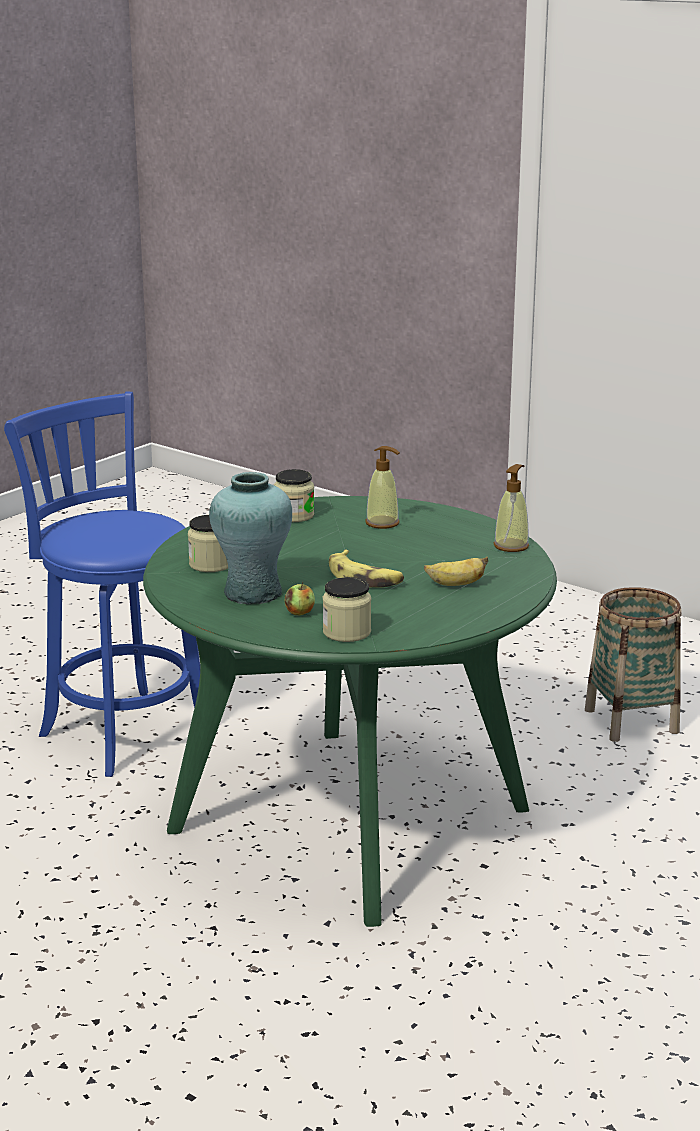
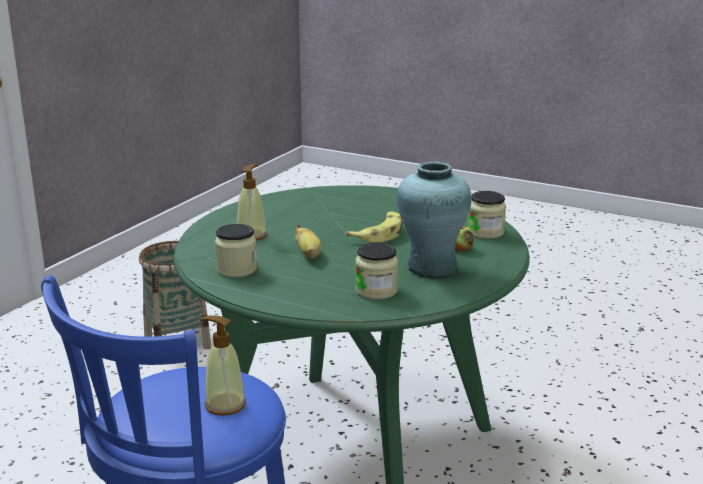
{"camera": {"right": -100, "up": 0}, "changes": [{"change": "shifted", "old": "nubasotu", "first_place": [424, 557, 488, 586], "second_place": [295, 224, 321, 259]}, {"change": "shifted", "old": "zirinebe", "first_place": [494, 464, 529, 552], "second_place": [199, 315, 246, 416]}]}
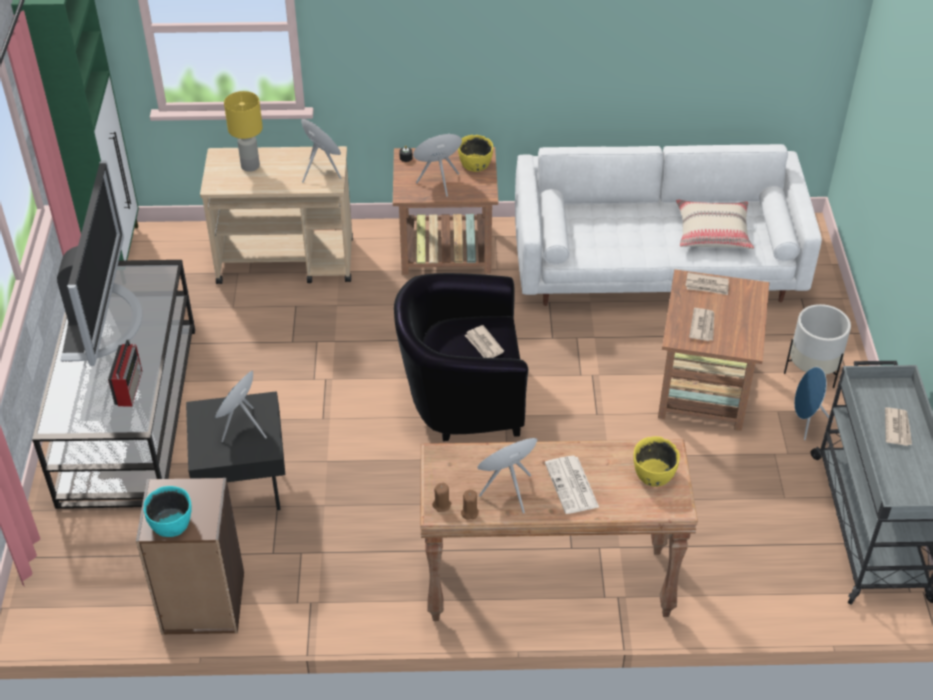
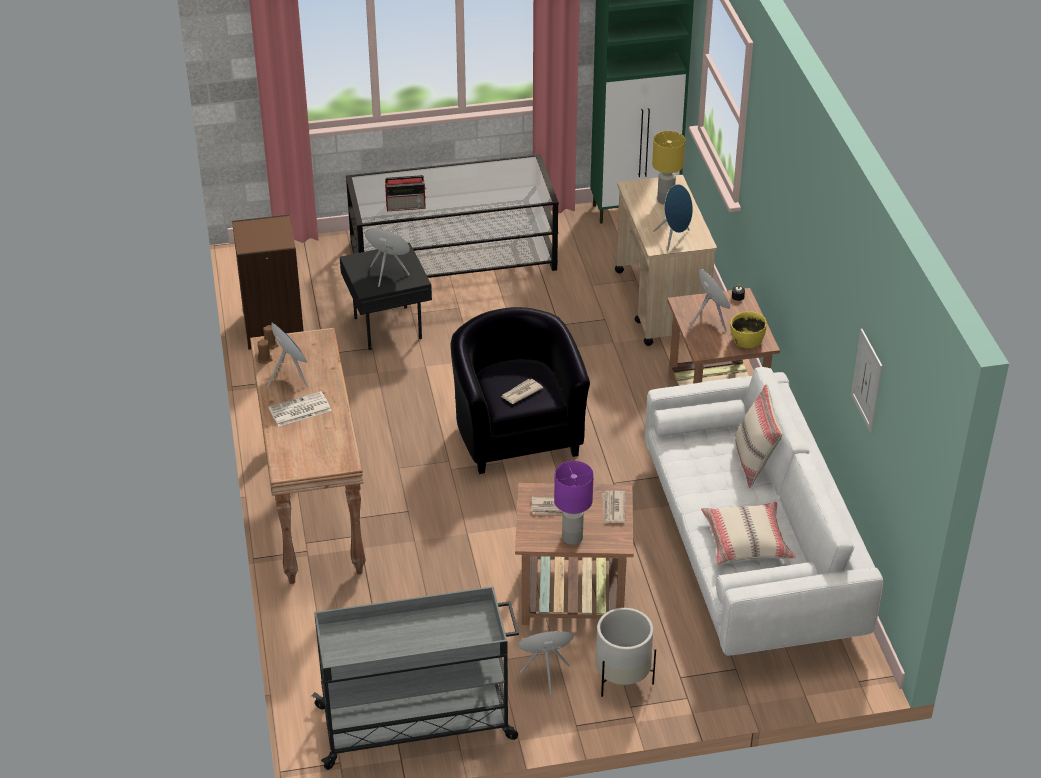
{"camera": {"right": 80, "up": -5}, "changes": [{"change": "gone", "old": "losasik", "first_place": [57, 161, 142, 366]}, {"change": "gone", "old": "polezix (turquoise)", "first_place": [143, 486, 192, 537]}, {"change": "gone", "old": "polezix (yellow)", "first_place": [633, 436, 680, 487]}, {"change": "gone", "old": "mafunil", "first_place": [885, 407, 912, 446]}, {"change": "new", "new": "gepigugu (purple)", "second_place": [554, 461, 594, 545]}, {"change": "new", "new": "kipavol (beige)", "second_place": [735, 384, 783, 488]}, {"change": "new", "new": "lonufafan", "second_place": [851, 329, 882, 433]}]}
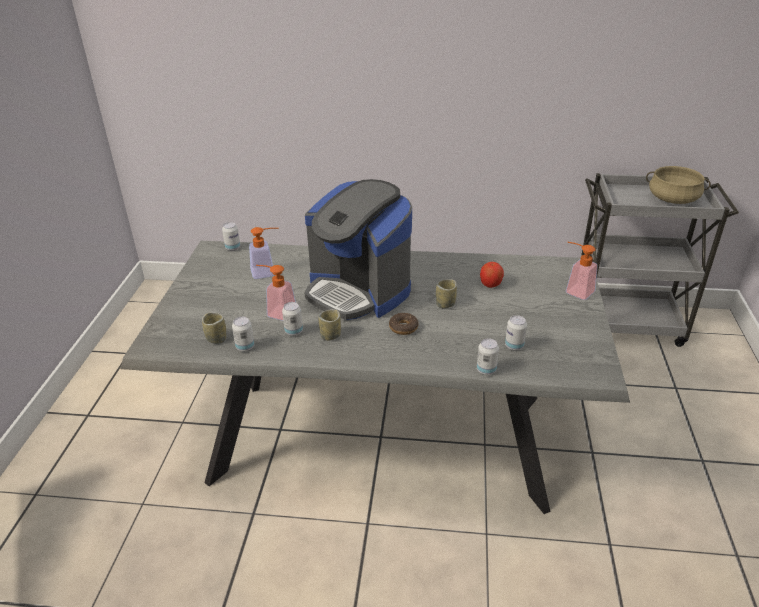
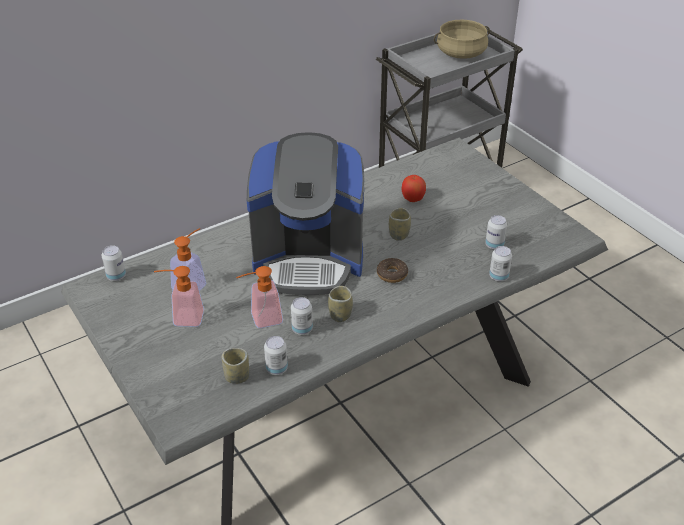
{"camera": {"right": -40, "up": 5}, "changes": [{"change": "shifted", "old": "zirinebe", "first_place": [566, 242, 598, 300], "second_place": [154, 266, 204, 327]}]}
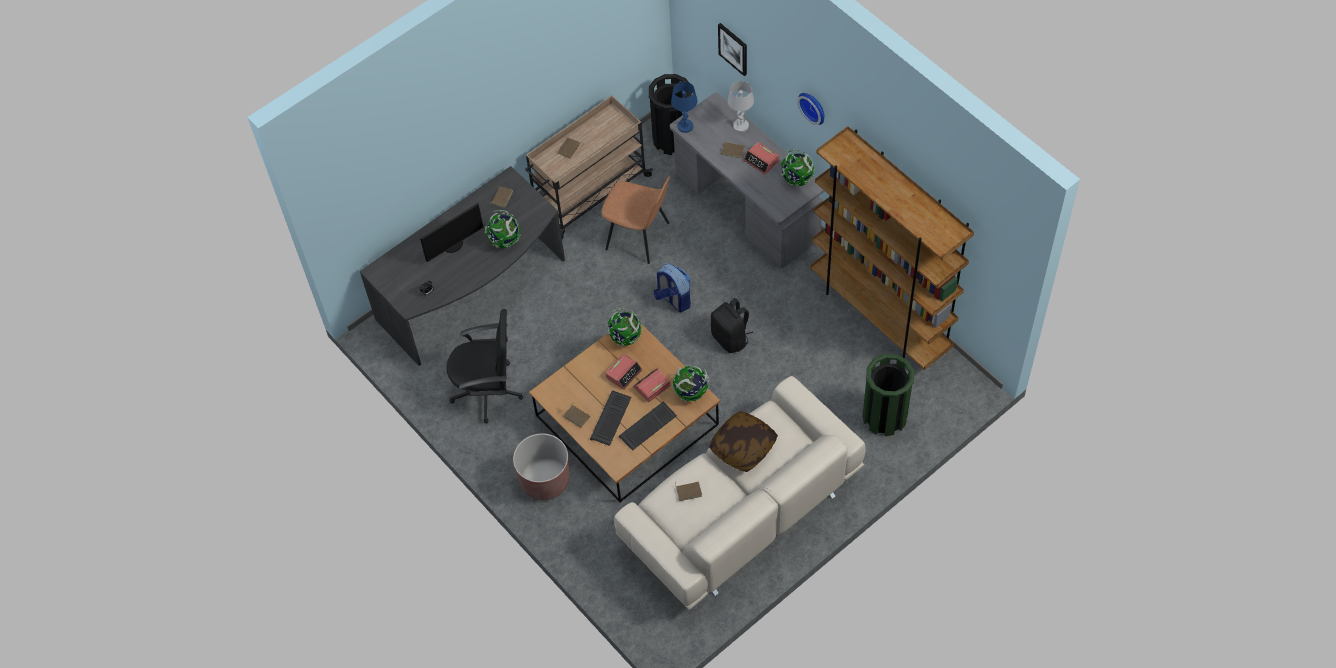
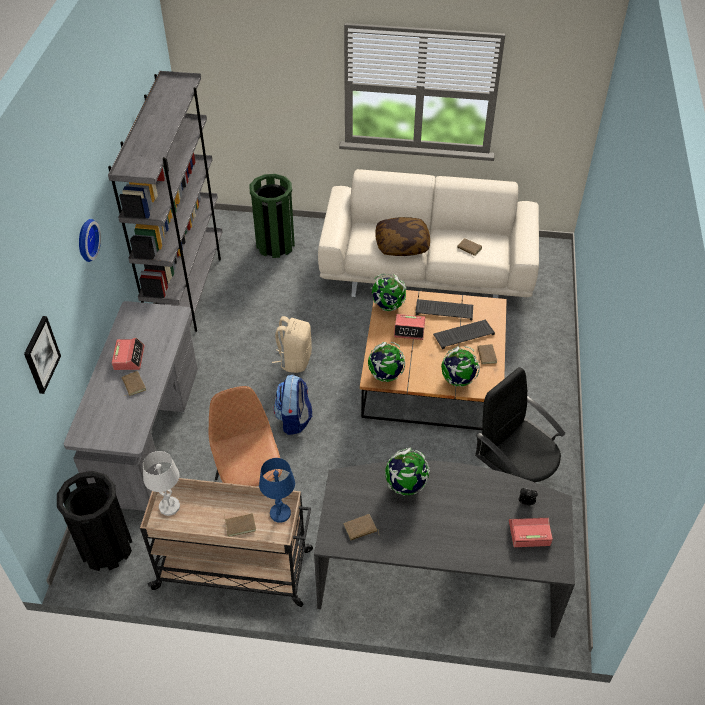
{"camera": {"right": -135, "up": -10}, "changes": [{"change": "gone", "old": "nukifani", "first_place": [420, 203, 483, 262]}, {"change": "gone", "old": "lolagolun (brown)", "first_place": [513, 433, 570, 500]}, {"change": "shifted", "old": "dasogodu", "first_place": [605, 354, 642, 390], "second_place": [509, 518, 553, 547]}, {"change": "shifted", "old": "gepigugu (blue)", "first_place": [671, 82, 698, 133], "second_place": [259, 458, 295, 523]}, {"change": "shifted", "old": "gepigugu (white)", "first_place": [728, 81, 754, 132], "second_place": [143, 451, 180, 516]}, {"change": "shifted", "old": "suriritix", "first_place": [781, 149, 815, 187], "second_place": [441, 346, 480, 387]}, {"change": "repainted", "old": "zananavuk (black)", "new": "zananavuk (beige)", "first_place": [711, 298, 753, 353], "second_place": [272, 316, 312, 373]}, {"change": "repainted", "old": "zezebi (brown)", "new": "zezebi (grey)", "first_place": [811, 126, 974, 370], "second_place": [108, 71, 223, 332]}]}
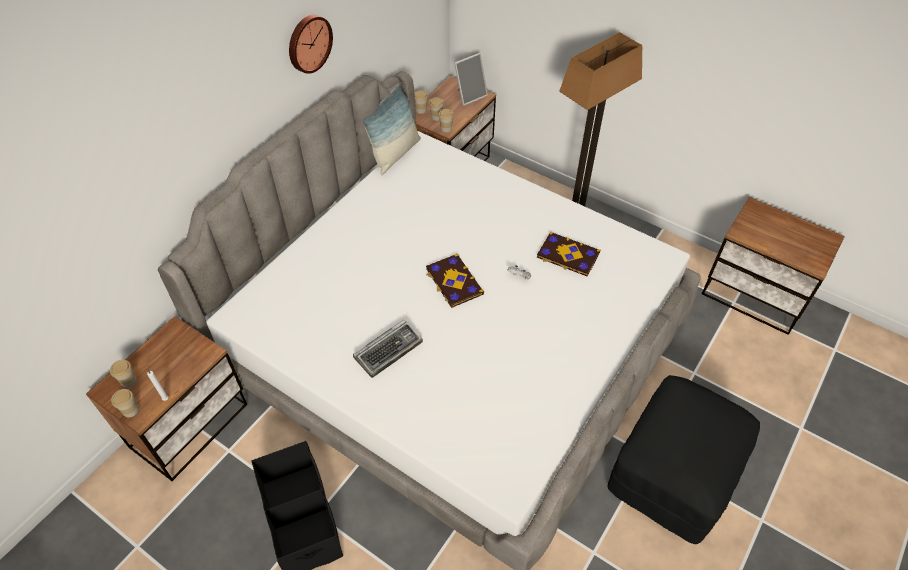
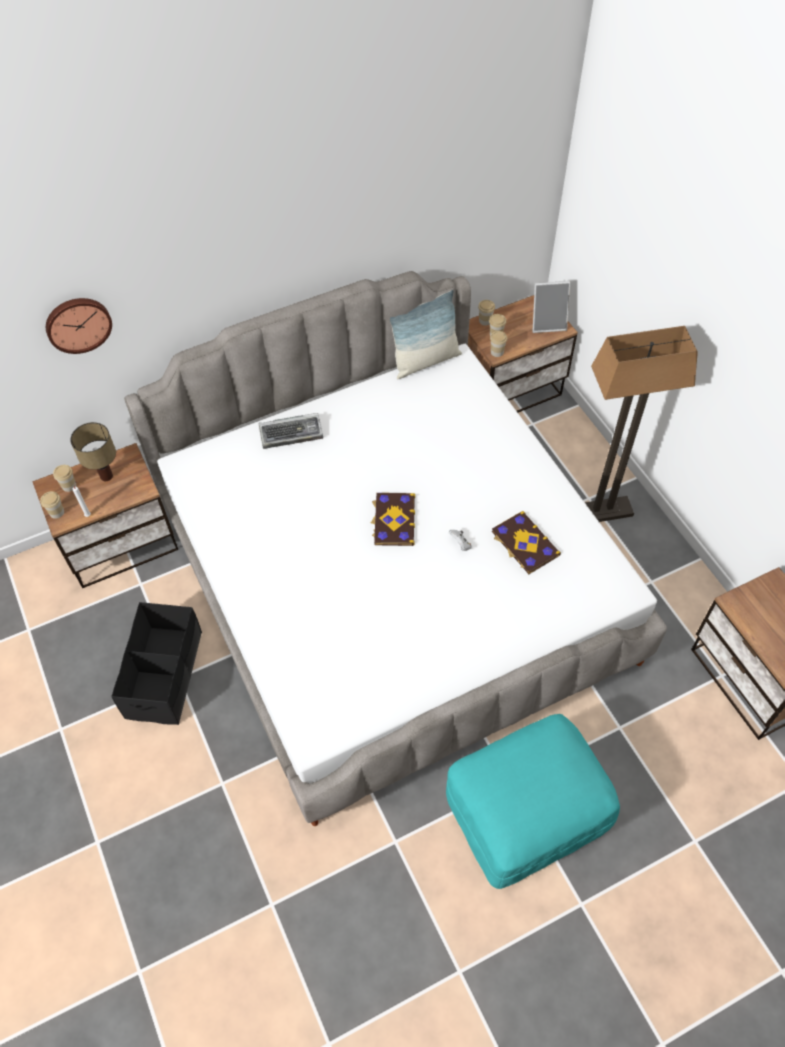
{"camera": {"right": 30, "up": 5}, "changes": [{"change": "new", "new": "gepigugu", "second_place": [70, 422, 116, 481]}, {"change": "shifted", "old": "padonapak", "first_place": [289, 15, 333, 74], "second_place": [46, 298, 112, 354]}, {"change": "shifted", "old": "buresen", "first_place": [353, 320, 423, 378], "second_place": [259, 413, 323, 449]}, {"change": "repainted", "old": "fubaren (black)", "new": "fubaren (turquoise)", "first_place": [608, 375, 760, 544], "second_place": [446, 714, 620, 889]}]}
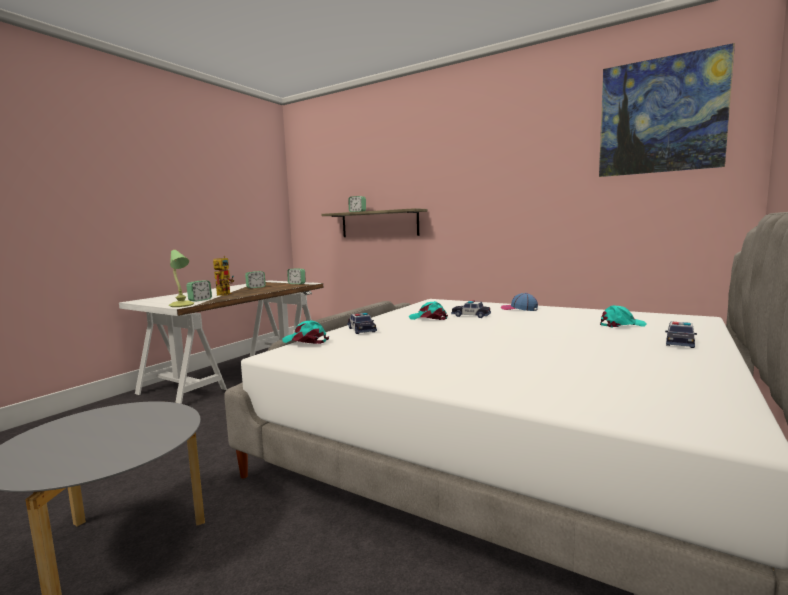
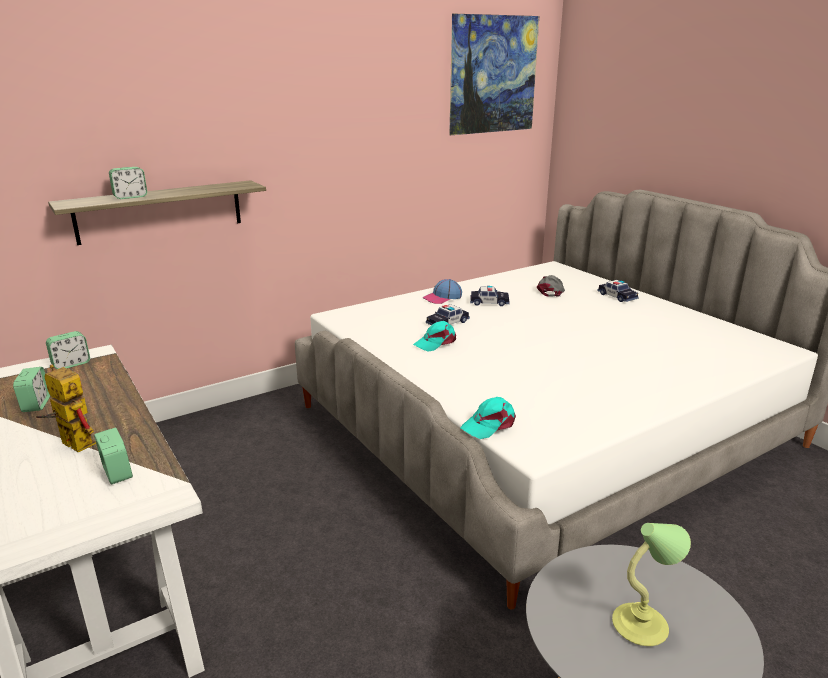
{"camera": {"right": -65, "up": 15}, "changes": [{"change": "shifted", "old": "gepigugu", "first_place": [169, 250, 194, 307], "second_place": [612, 523, 691, 646]}, {"change": "shifted", "old": "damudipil", "first_place": [348, 313, 377, 334], "second_place": [470, 286, 510, 306]}, {"change": "repainted", "old": "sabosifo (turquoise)", "new": "sabosifo (grey)", "first_place": [600, 305, 647, 327], "second_place": [537, 275, 565, 297]}]}
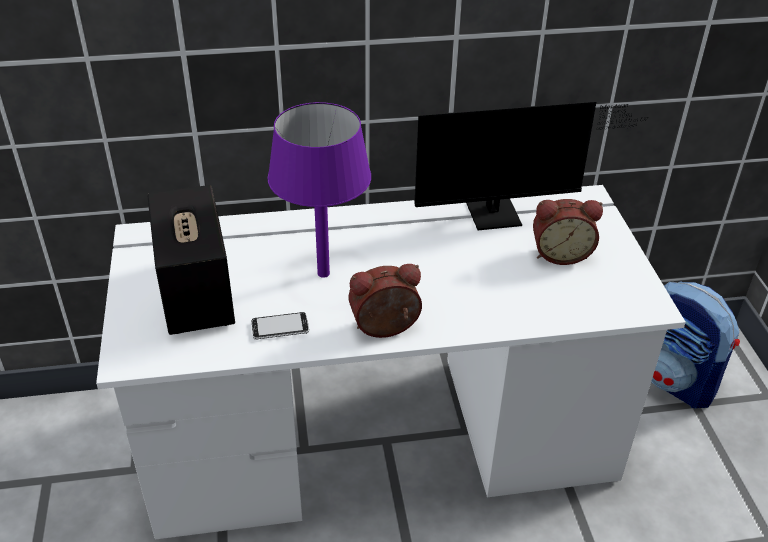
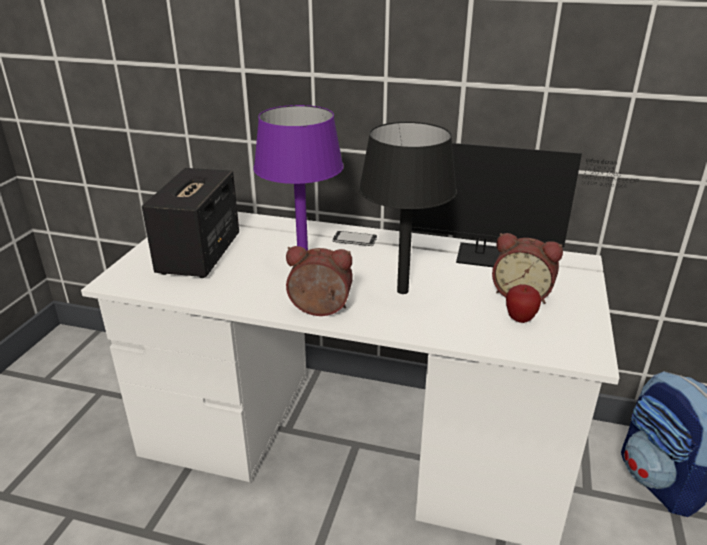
{"camera": {"right": 25, "up": -10}, "changes": [{"change": "new", "new": "gepigugu (black)", "second_place": [359, 122, 457, 294]}, {"change": "new", "new": "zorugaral", "second_place": [506, 284, 542, 323]}, {"change": "shifted", "old": "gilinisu", "first_place": [251, 312, 309, 340], "second_place": [332, 231, 377, 246]}]}
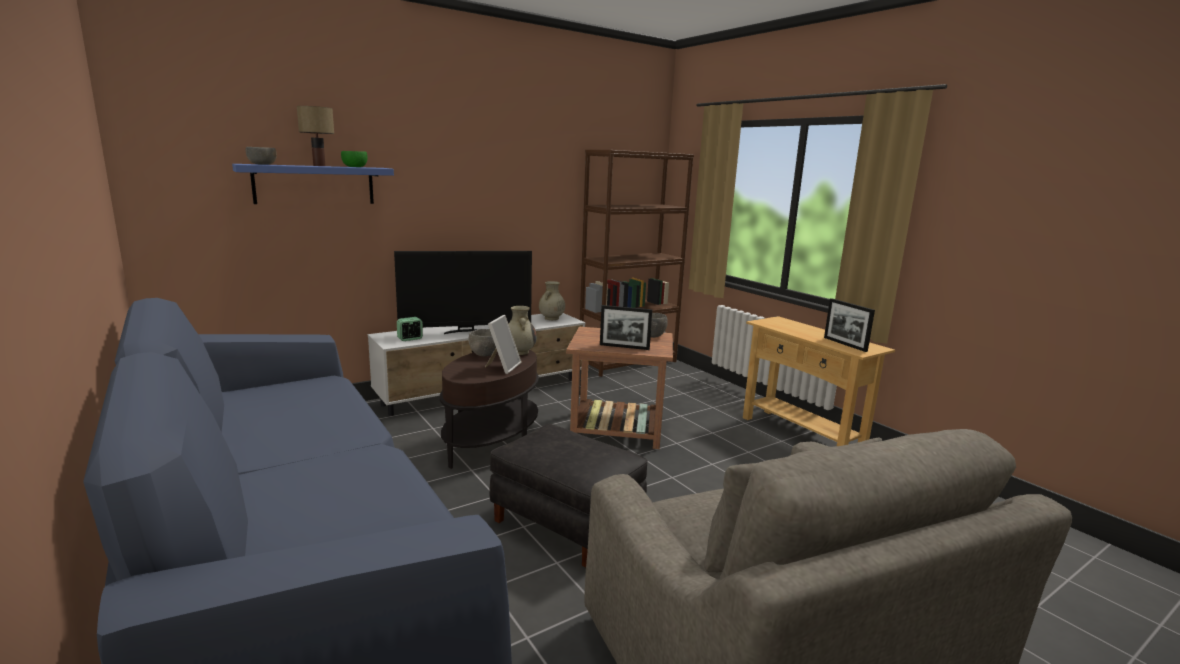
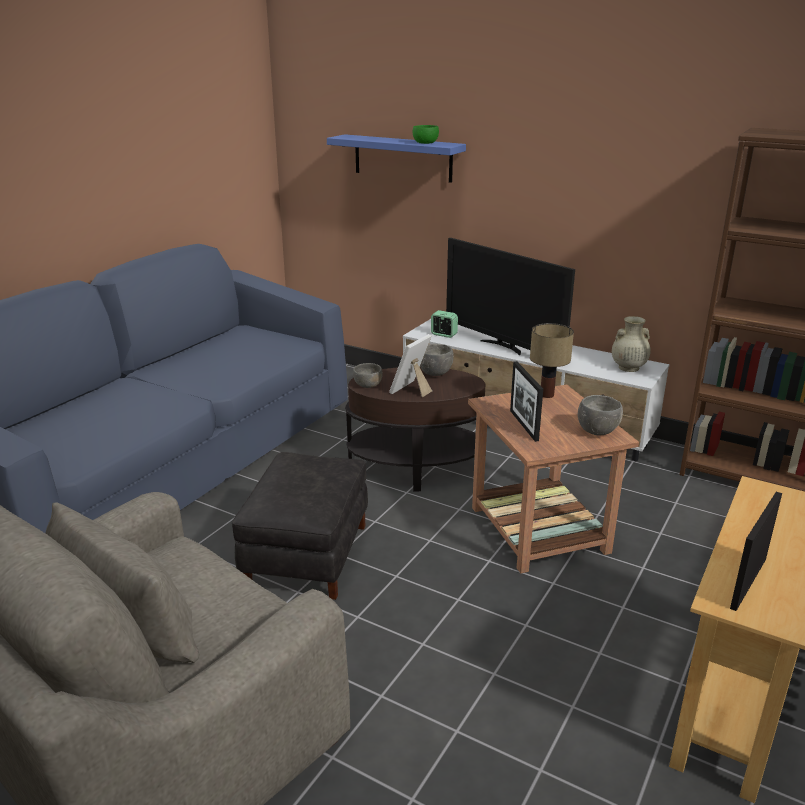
{"camera": {"right": 65, "up": 10}, "changes": [{"change": "gone", "old": "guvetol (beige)", "first_place": [508, 306, 537, 355]}, {"change": "shifted", "old": "polezix (grey)", "first_place": [246, 147, 277, 165], "second_place": [353, 363, 383, 388]}, {"change": "shifted", "old": "gepigugu", "first_place": [297, 106, 334, 166], "second_place": [530, 323, 574, 398]}, {"change": "rotated", "old": "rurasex", "first_place": [485, 315, 521, 374], "second_place": [389, 334, 432, 397], "degrees": 135}]}
